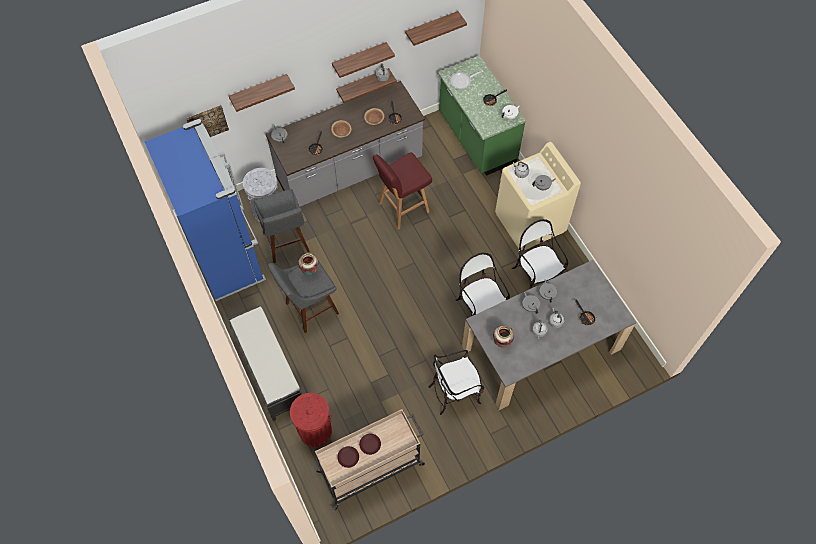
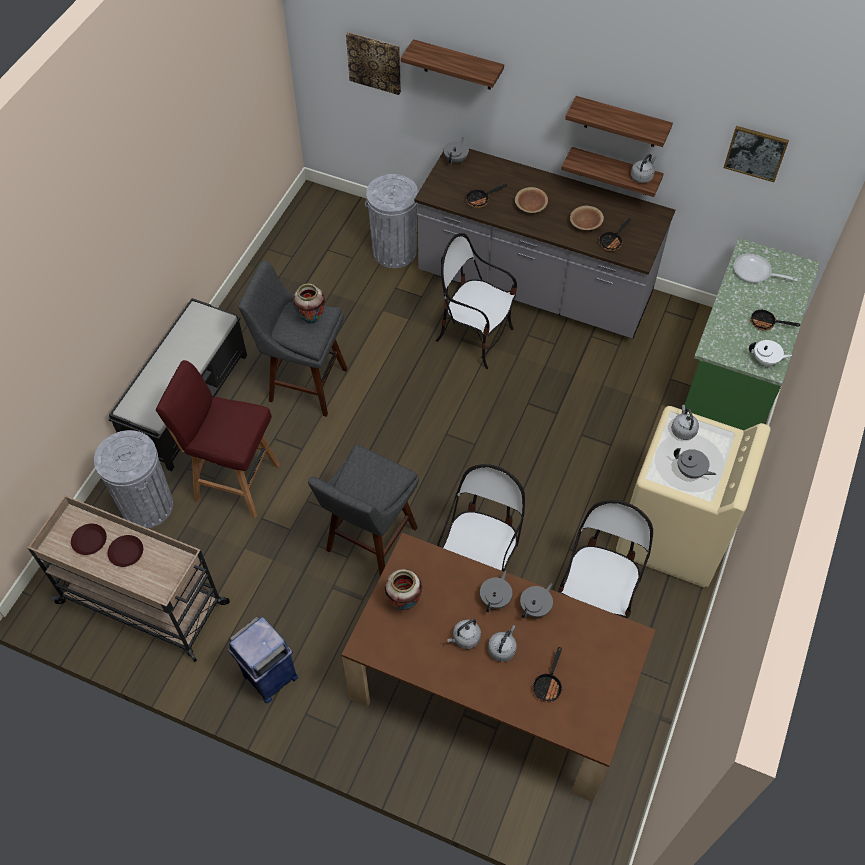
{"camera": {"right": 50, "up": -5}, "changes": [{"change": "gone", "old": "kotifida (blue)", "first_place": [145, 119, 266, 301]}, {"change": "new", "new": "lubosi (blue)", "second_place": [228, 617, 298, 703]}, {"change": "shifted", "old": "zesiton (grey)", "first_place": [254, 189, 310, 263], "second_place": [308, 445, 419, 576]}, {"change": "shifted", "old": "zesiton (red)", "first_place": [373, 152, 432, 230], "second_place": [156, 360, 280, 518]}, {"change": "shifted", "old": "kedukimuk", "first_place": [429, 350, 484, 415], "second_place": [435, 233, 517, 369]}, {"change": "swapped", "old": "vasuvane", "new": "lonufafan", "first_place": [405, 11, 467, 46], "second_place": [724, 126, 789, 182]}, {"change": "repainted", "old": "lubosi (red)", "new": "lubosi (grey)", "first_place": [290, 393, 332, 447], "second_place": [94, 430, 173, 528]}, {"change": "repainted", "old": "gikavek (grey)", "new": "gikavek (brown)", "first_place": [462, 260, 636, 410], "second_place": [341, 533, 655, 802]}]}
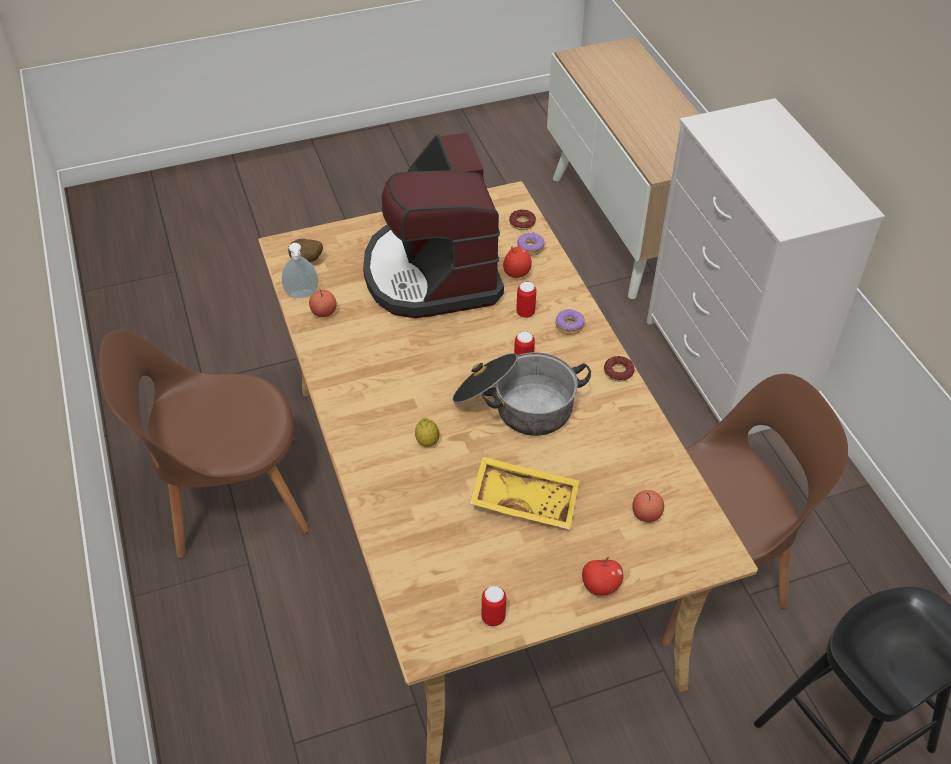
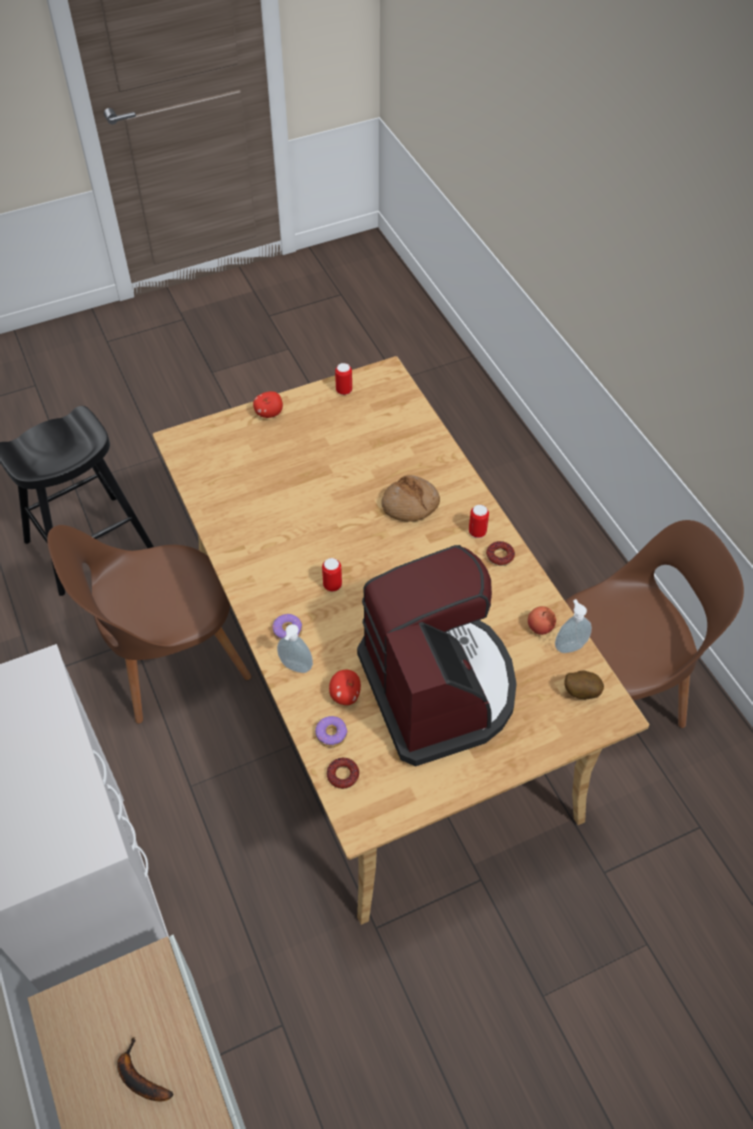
{"camera": {"right": 175, "up": 5}, "changes": [{"change": "gone", "old": "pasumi", "first_place": [452, 352, 591, 436]}, {"change": "gone", "old": "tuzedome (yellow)", "first_place": [470, 456, 579, 530]}, {"change": "gone", "old": "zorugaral", "first_place": [632, 490, 664, 522]}, {"change": "new", "new": "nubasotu", "second_place": [117, 1037, 173, 1102]}, {"change": "new", "new": "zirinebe", "second_place": [277, 624, 313, 673]}, {"change": "shifted", "old": "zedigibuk", "first_place": [516, 282, 536, 318], "second_place": [469, 505, 489, 538]}, {"change": "shifted", "old": "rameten", "first_place": [604, 356, 634, 382], "second_place": [486, 541, 515, 566]}, {"change": "swapped", "old": "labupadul", "new": "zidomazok", "first_place": [415, 418, 439, 447], "second_place": [381, 475, 440, 522]}]}
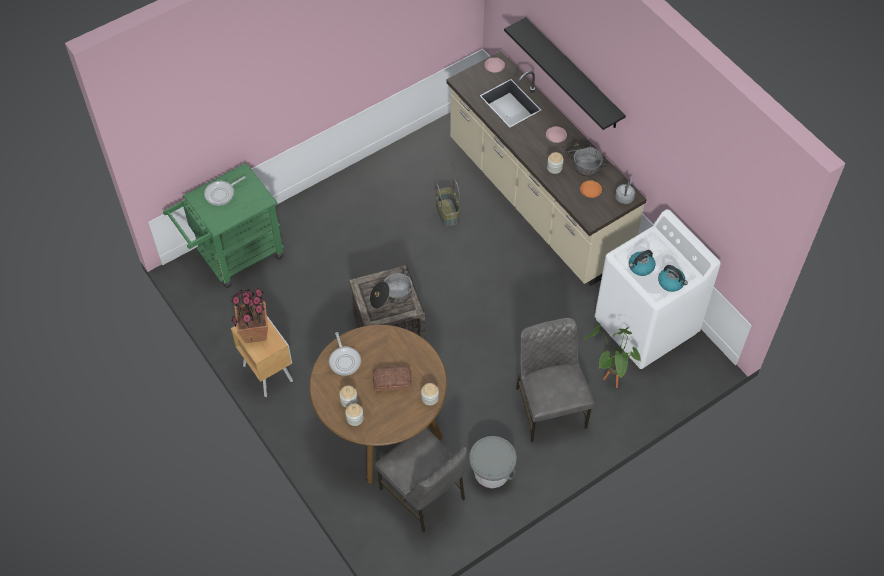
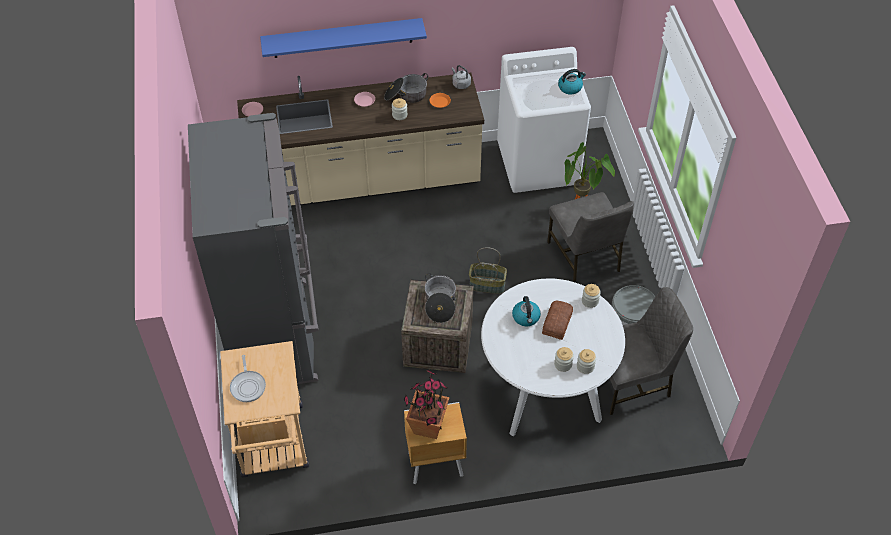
{"camera": {"right": -65, "up": -5}, "changes": [{"change": "gone", "old": "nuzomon", "first_place": [329, 332, 361, 376]}, {"change": "new", "new": "kotifida (grey)", "second_place": [188, 113, 319, 384]}, {"change": "shifted", "old": "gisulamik", "first_place": [435, 179, 460, 227], "second_place": [469, 247, 507, 294]}, {"change": "shifted", "old": "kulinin", "first_place": [629, 250, 655, 276], "second_place": [512, 296, 541, 326]}, {"change": "repainted", "old": "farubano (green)", "new": "farubano (beige)", "first_place": [163, 163, 284, 288], "second_place": [220, 341, 309, 477]}, {"change": "repainted", "old": "gikavek (brown)", "new": "gikavek (white)", "first_place": [309, 325, 447, 483], "second_place": [481, 278, 625, 436]}, {"change": "repainted", "old": "vasuvane (black)", "new": "vasuvane (blue)", "first_place": [504, 17, 626, 130], "second_place": [260, 18, 427, 58]}, {"change": "rotated", "old": "kedukimuk (grey)", "first_place": [516, 318, 594, 442], "second_place": [547, 192, 634, 283], "degrees": -120}]}
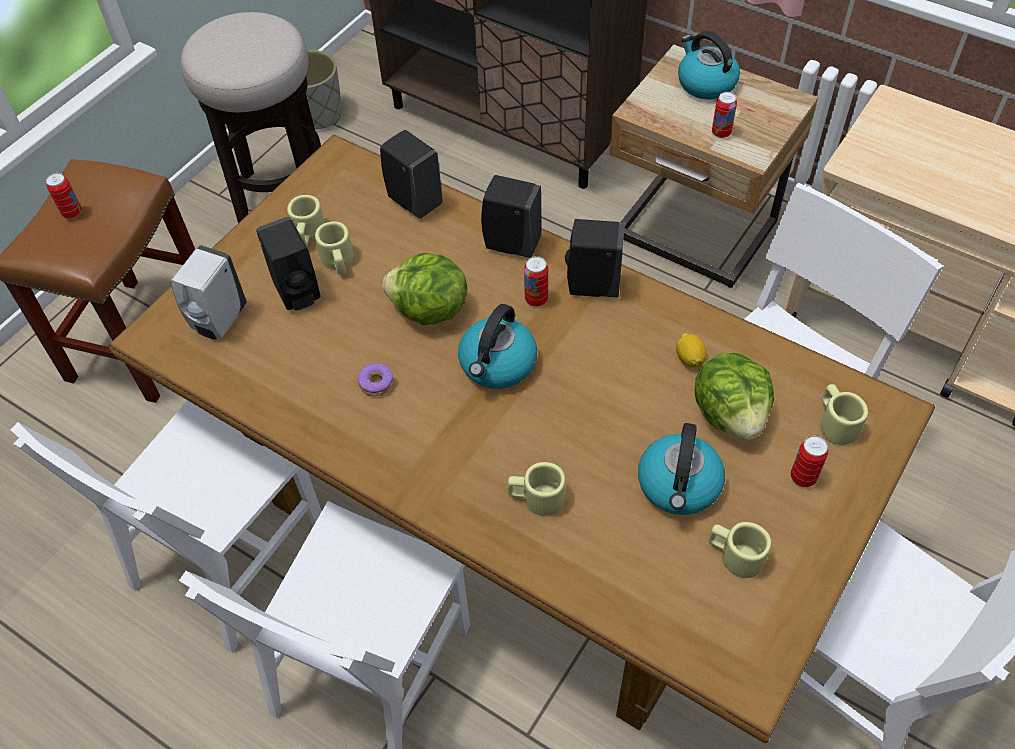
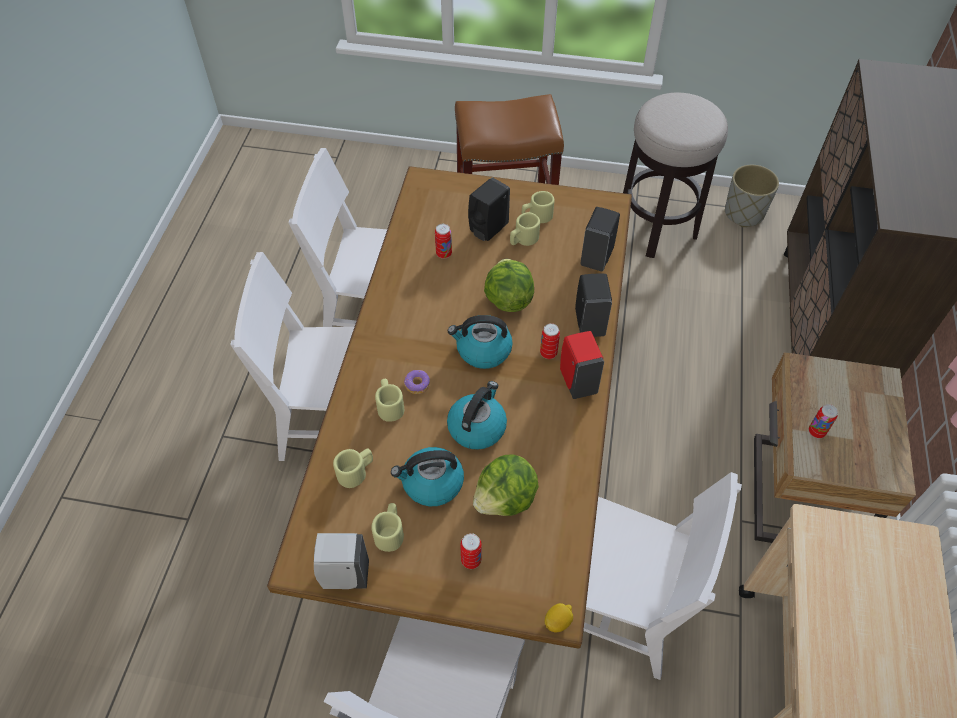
{"camera": {"right": 65, "up": 0}, "changes": [{"change": "shifted", "old": "zedigibuk", "first_place": [46, 173, 82, 219], "second_place": [435, 224, 452, 259]}, {"change": "shifted", "old": "zirinebe (white)", "first_place": [170, 245, 247, 340], "second_place": [314, 533, 369, 589]}, {"change": "shifted", "old": "rameten", "first_place": [357, 363, 394, 396], "second_place": [404, 370, 430, 394]}, {"change": "shifted", "old": "labupadul", "first_place": [676, 333, 706, 367], "second_place": [545, 603, 573, 633]}, {"change": "shifted", "old": "kulinin", "first_place": [678, 31, 740, 100], "second_place": [447, 381, 507, 450]}, {"change": "shifted", "old": "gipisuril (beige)", "first_place": [820, 384, 868, 445], "second_place": [333, 448, 373, 488]}, {"change": "repainted", "old": "zirinebe (black)", "new": "zirinebe (red)", "first_place": [565, 219, 625, 298], "second_place": [560, 331, 604, 399]}]}
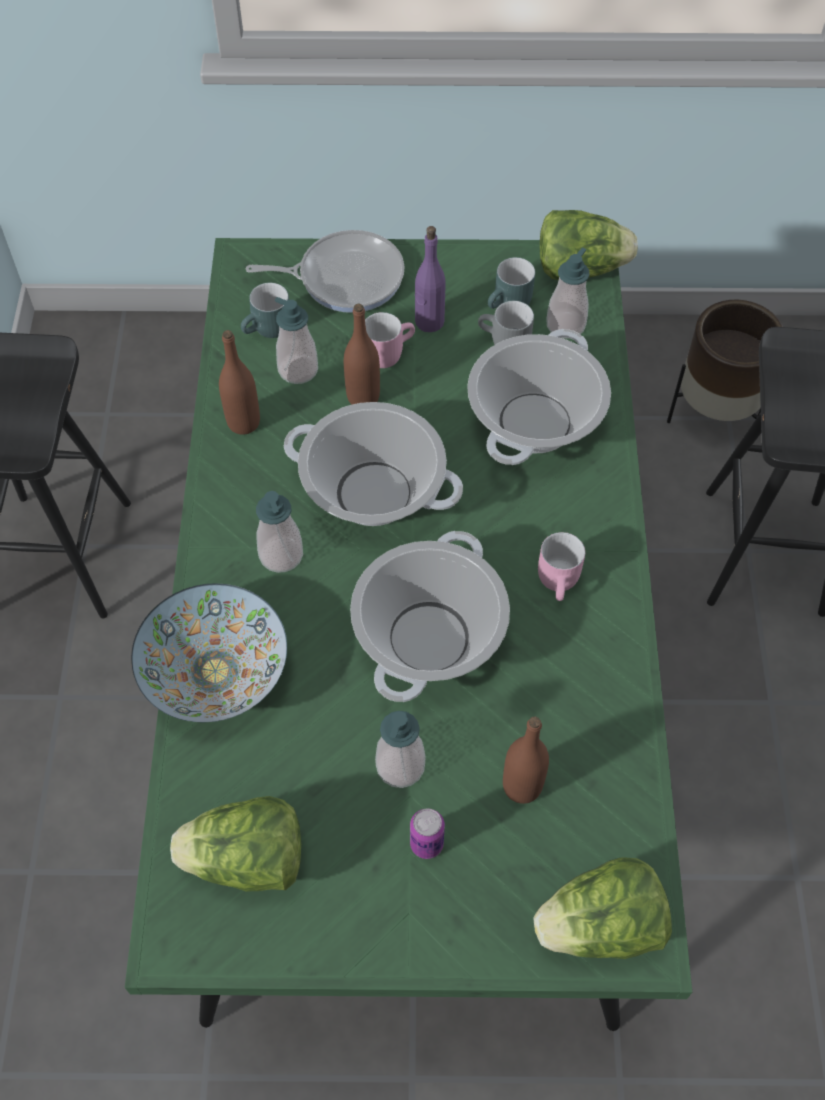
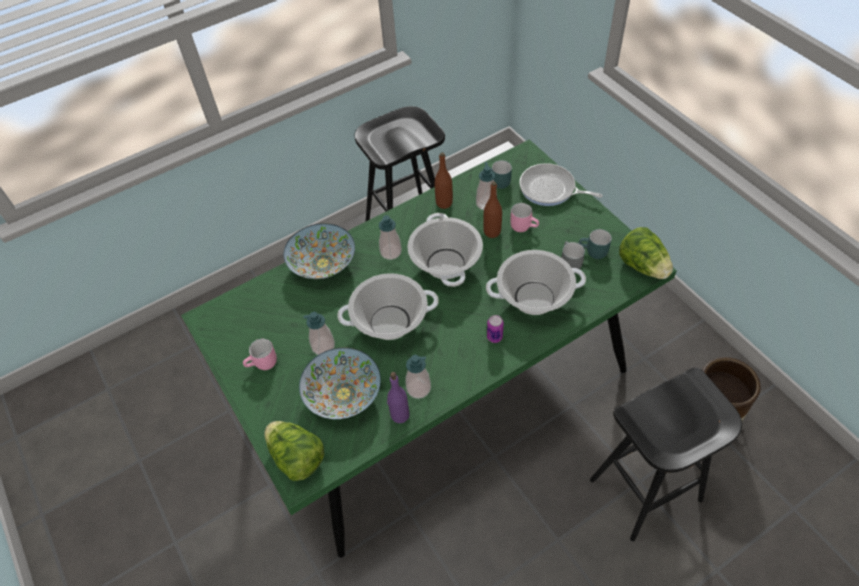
{"camera": {"right": 60, "up": -5}, "changes": [{"change": "gone", "old": "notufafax", "first_place": [170, 796, 301, 891]}, {"change": "shifted", "old": "zedigibuk", "first_place": [410, 808, 445, 859], "second_place": [487, 315, 504, 343]}, {"change": "shifted", "old": "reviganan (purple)", "first_place": [415, 226, 446, 332], "second_place": [387, 372, 410, 423]}, {"change": "shifted", "old": "gipisuril (pink)", "first_place": [538, 532, 585, 601], "second_place": [243, 339, 277, 370]}, {"change": "shifted", "old": "zirinebe", "first_place": [546, 248, 590, 339], "second_place": [405, 355, 431, 399]}, {"change": "swapped", "old": "reviganan (brown)", "new": "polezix", "first_place": [503, 716, 549, 804], "second_place": [299, 348, 381, 419]}, {"change": "rotated", "old": "nuzomon", "first_place": [245, 230, 404, 313], "second_place": [519, 163, 603, 206], "degrees": 150}]}
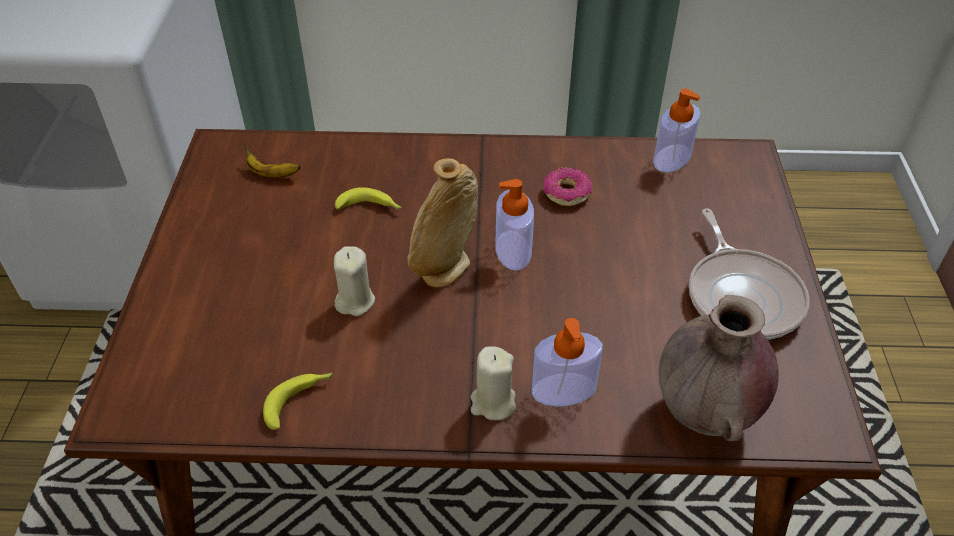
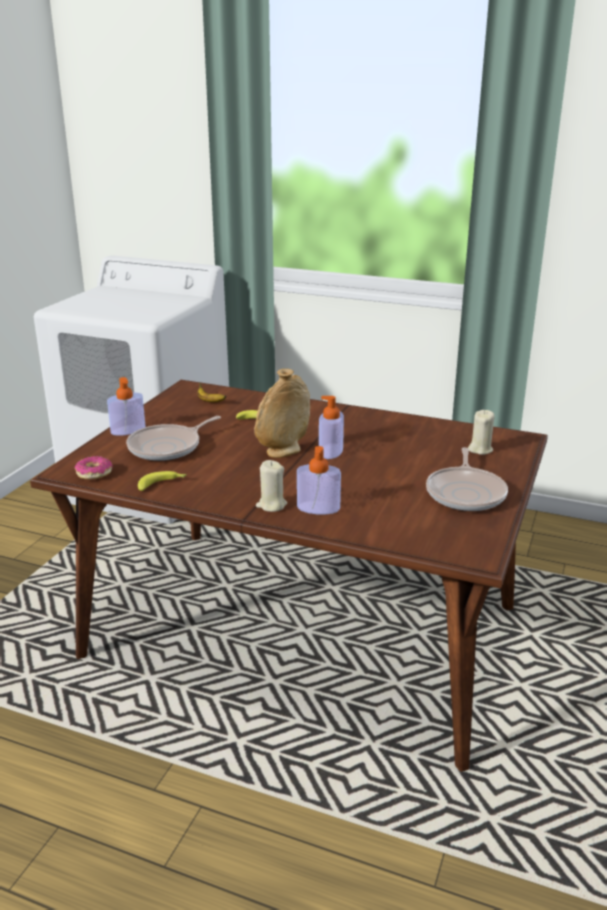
{"camera": {"right": 20, "up": -20}, "changes": [{"change": "gone", "old": "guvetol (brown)", "first_place": [659, 295, 779, 441]}, {"change": "new", "new": "nuzomon", "second_place": [126, 416, 221, 461]}, {"change": "shifted", "old": "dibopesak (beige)", "first_place": [334, 246, 375, 316], "second_place": [468, 410, 495, 455]}, {"change": "shifted", "old": "rameten", "first_place": [543, 167, 592, 206], "second_place": [75, 456, 113, 479]}, {"change": "shifted", "old": "zirinebe", "first_place": [653, 88, 700, 172], "second_place": [107, 377, 146, 436]}]}
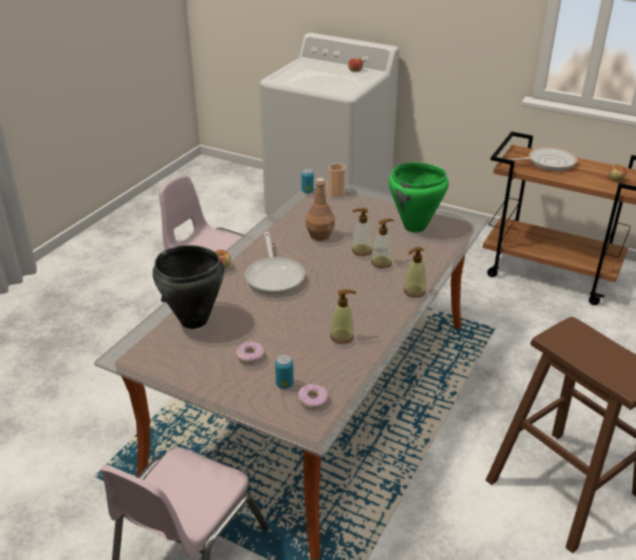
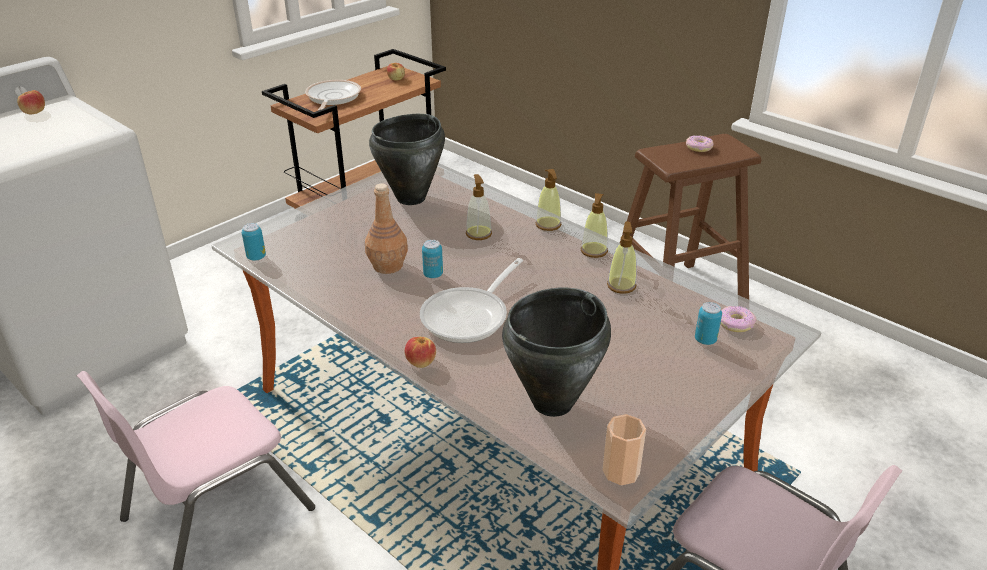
{"camera": {"right": -75, "up": 0}, "changes": [{"change": "new", "new": "zedigibuk", "second_place": [422, 240, 443, 278]}, {"change": "shifted", "old": "rameten", "first_place": [236, 341, 265, 364], "second_place": [686, 135, 714, 152]}, {"change": "shifted", "old": "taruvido", "first_place": [328, 163, 346, 197], "second_place": [602, 414, 646, 485]}, {"change": "shifted", "old": "zirinebe", "first_place": [352, 208, 372, 256], "second_place": [581, 193, 608, 258]}, {"change": "repainted", "old": "pasumi (green)", "new": "pasumi (black)", "first_place": [389, 162, 449, 232], "second_place": [369, 114, 445, 205]}, {"change": "rotated", "old": "nuzomon", "first_place": [245, 232, 305, 294], "second_place": [420, 258, 523, 343], "degrees": 120}]}
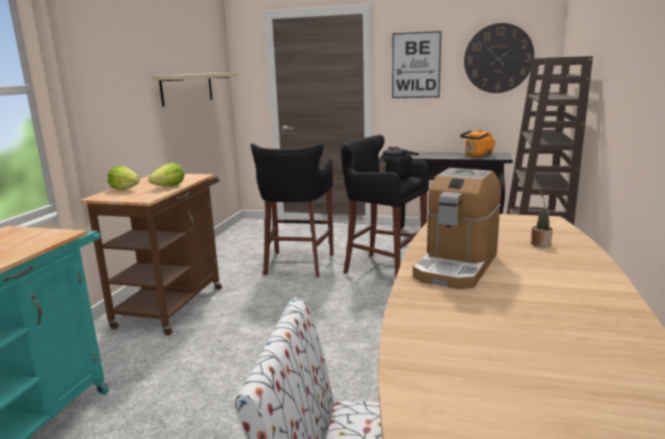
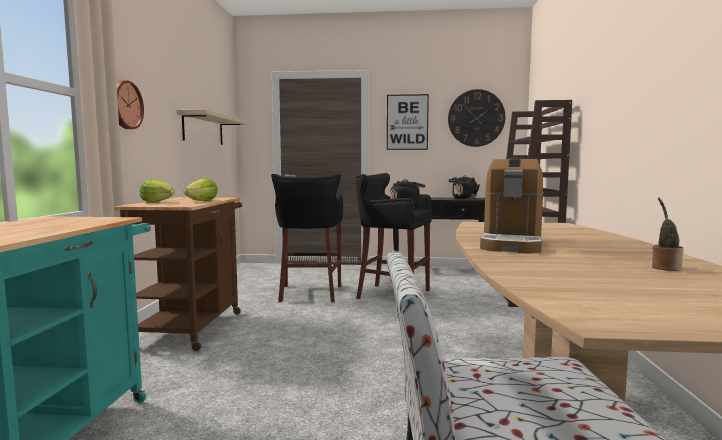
{"camera": {"right": -10, "up": -10}, "changes": [{"change": "new", "new": "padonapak", "second_place": [116, 80, 144, 129]}, {"change": "shifted", "old": "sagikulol", "first_place": [531, 191, 553, 247], "second_place": [652, 197, 684, 271]}, {"change": "repainted", "old": "kulinin (orange)", "new": "kulinin (black)", "first_place": [460, 129, 495, 157], "second_place": [448, 176, 480, 199]}]}
